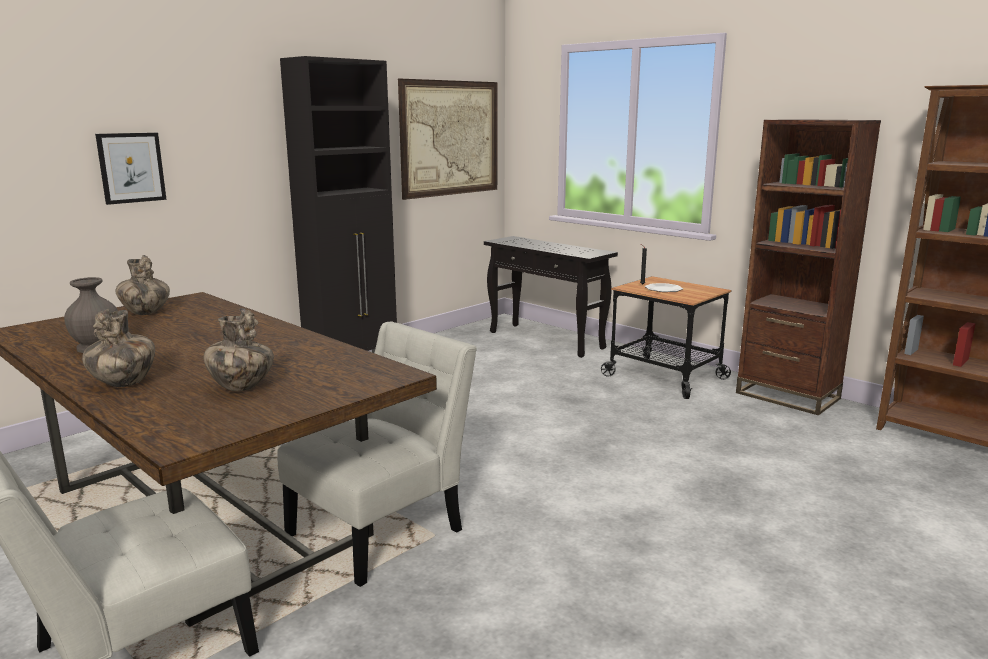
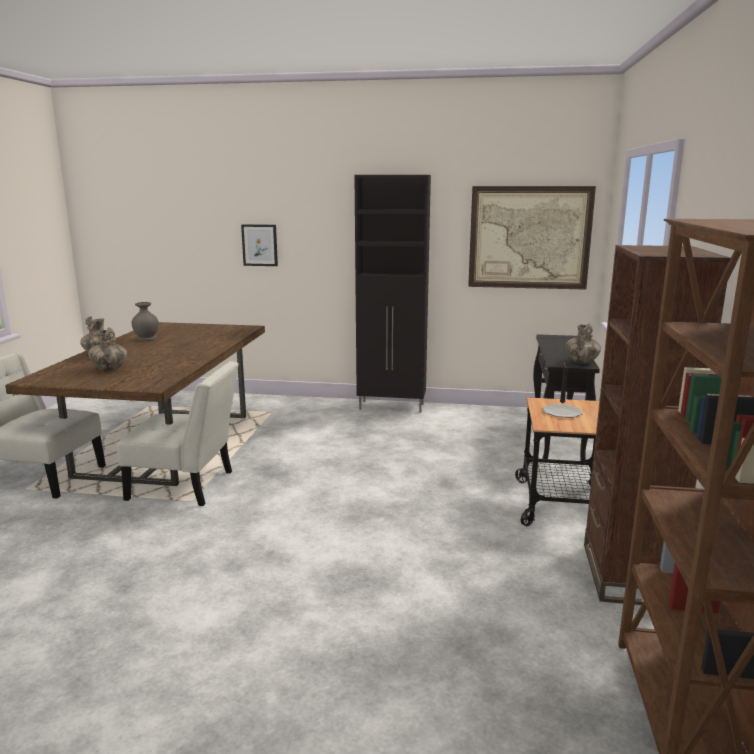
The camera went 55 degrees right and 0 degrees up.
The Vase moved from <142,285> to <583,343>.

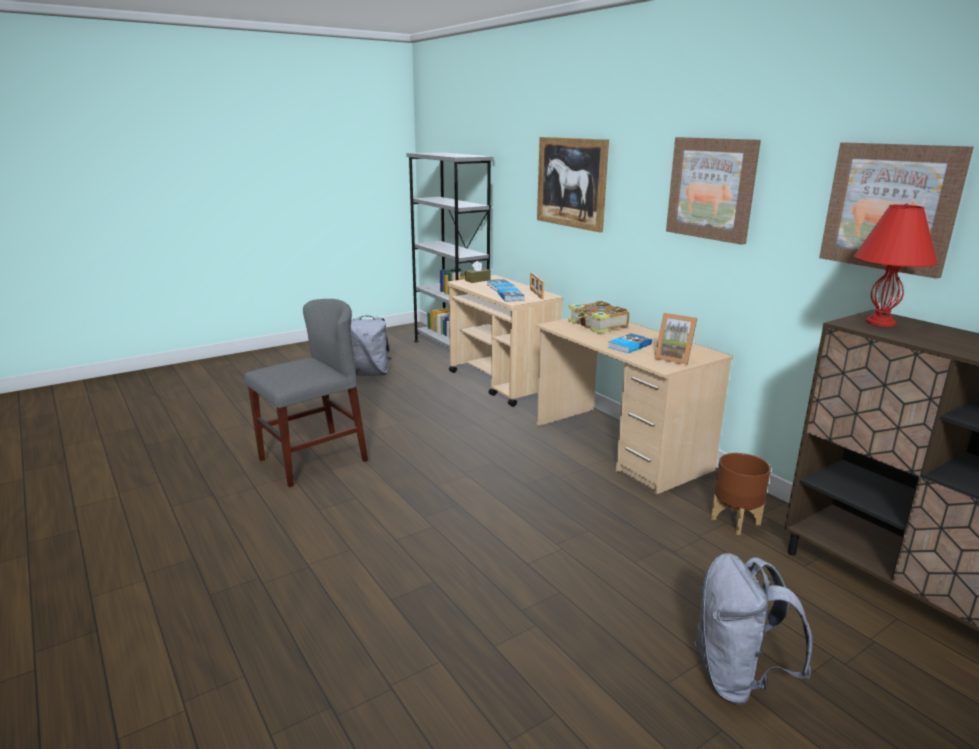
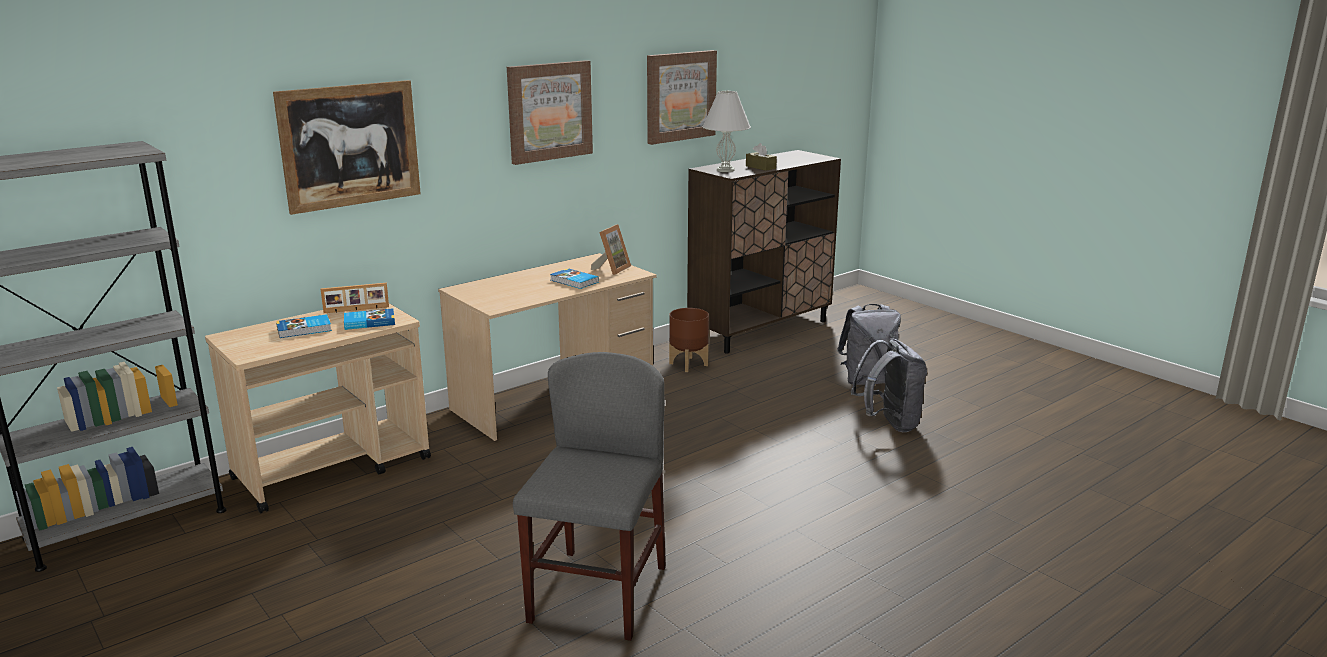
The camera went 95 degrees left and 0 degrees up.
The RedTableLamp at <896,265> became the WhiteTableLamp at <726,131>.
The BrownTissueBox moved from <478,272> to <761,157>.
The GreyChair at <306,393> turned 60 degrees clockwise.
The Book at <599,317> disappeared.
The GreyBackpack moved from <371,345> to <889,385>.

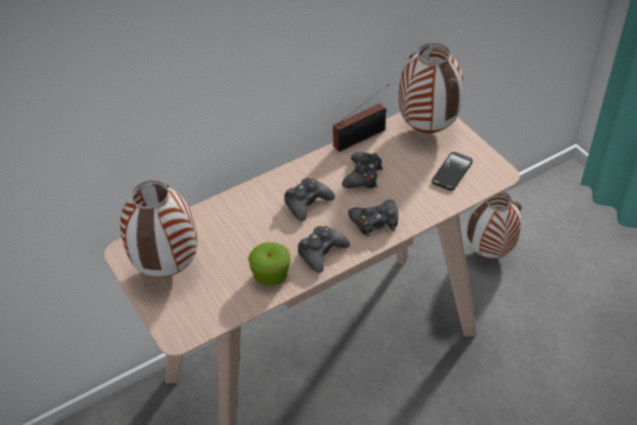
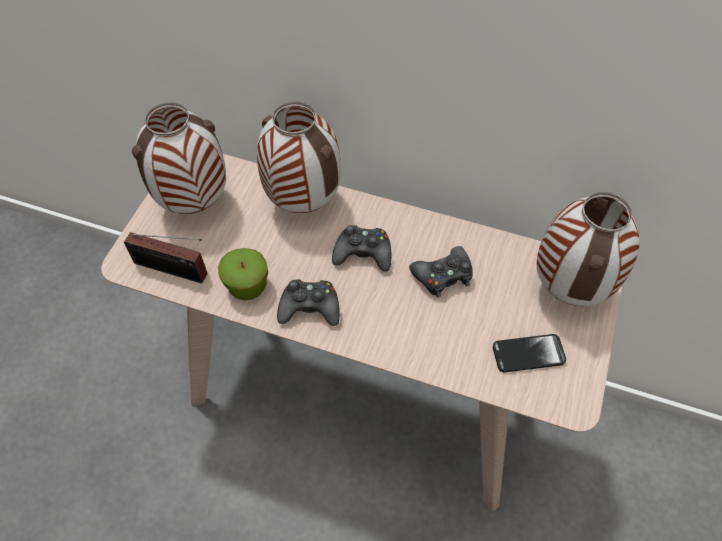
The camera went 50 degrees right and 10 degrees up.
The Radio moved from <361,118> to <166,257>.
The Vase moved from <494,225> to <299,157>.
The BlackGameController at <373,218> disappeared.

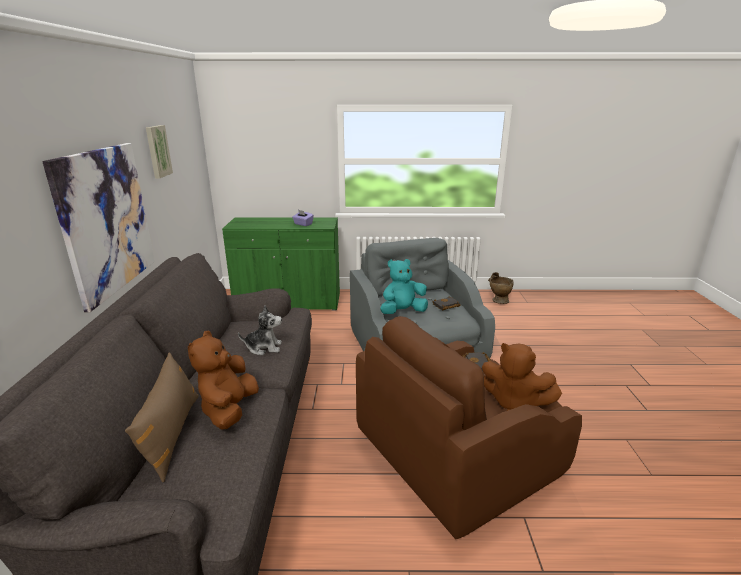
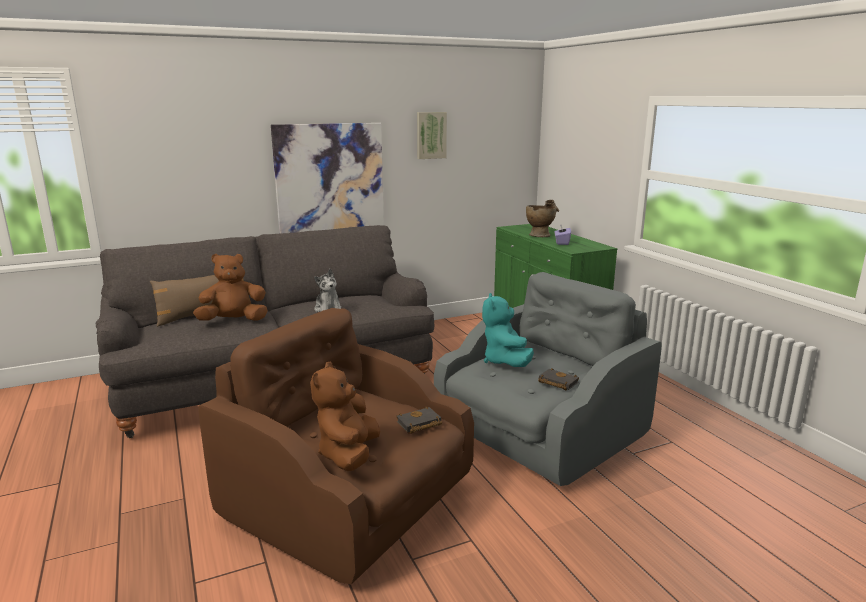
The camera went 65 degrees right and 5 degrees down.
The TurquoisePlushToy at <404,286> turned 135 degrees counterclockwise.
The BeigeVase moved from <501,288> to <542,218>.

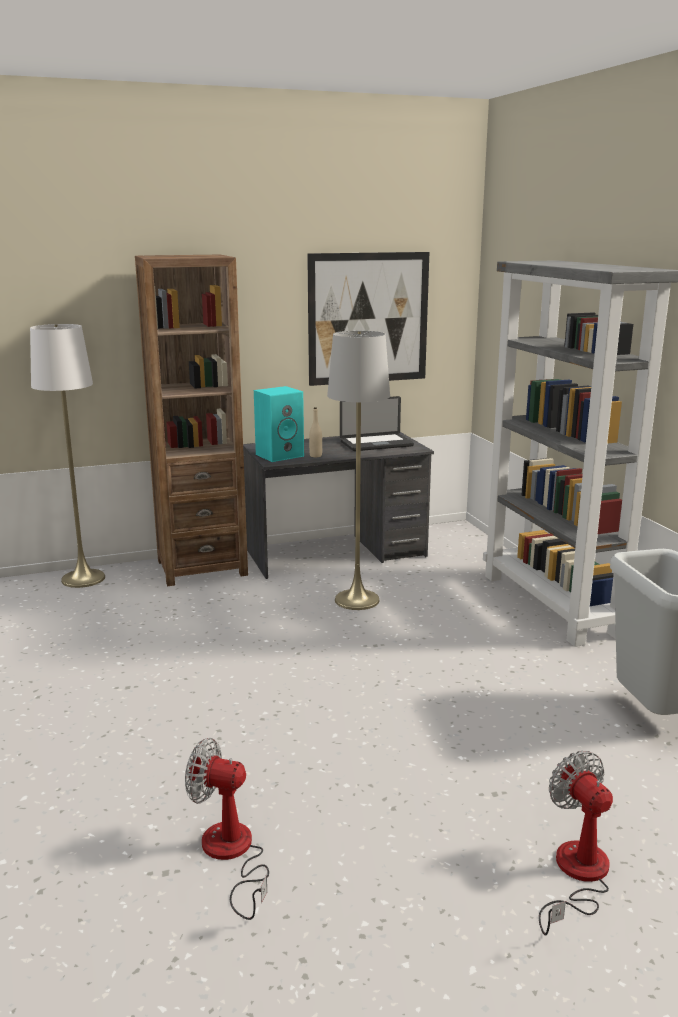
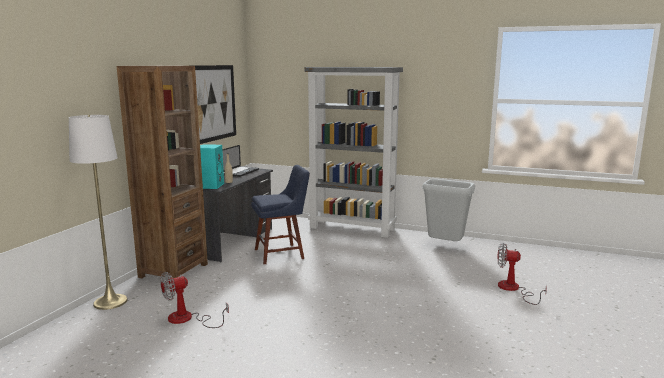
The camera went 50 degrees left and 5 degrees down.
The GreyFloorLamp at <358,470> was replaced by the BlueChair at <280,214>.
The Fan moved from <227,829> to <194,300>.

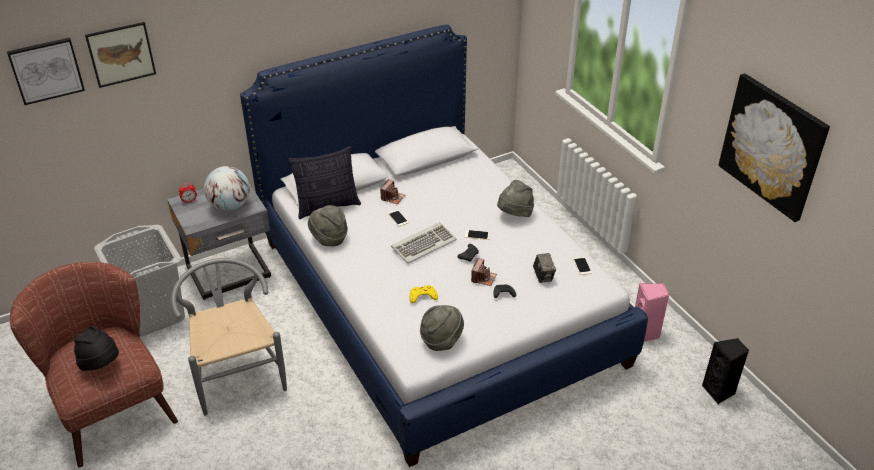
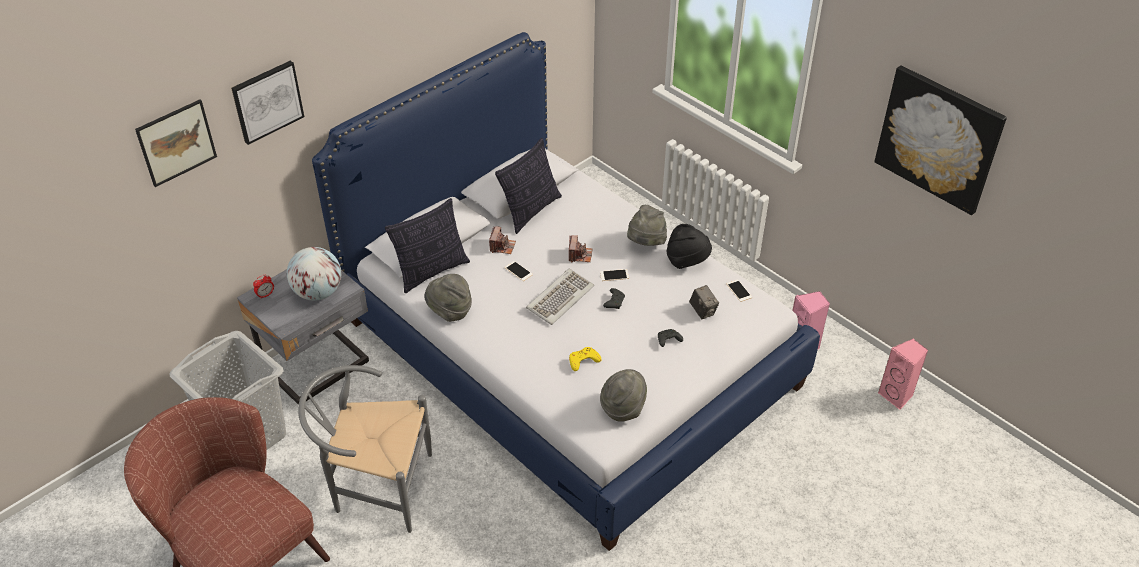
The camera went 15 degrees left and 5 degrees up.
The Picture moved from <46,71> to <267,103>.
The GreyChair at <229,337> turned 45 degrees counterclockwise.
The PhotoCamera moved from <484,272> to <580,248>.
The BlackHat moved from <96,348> to <689,246>.
The BlackSpeaker at <725,371> became the PinkSpeaker at <903,374>.
The Pillow at <528,186> appeared.

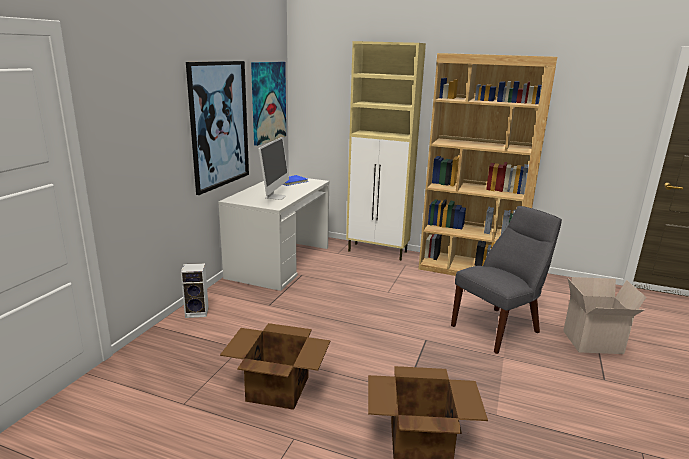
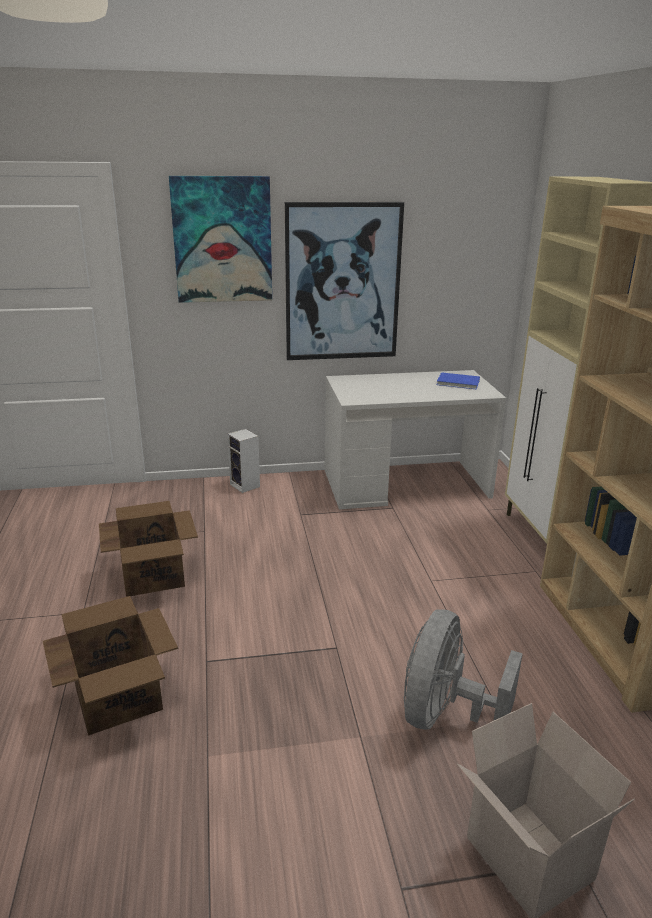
The camera went 60 degrees right and 5 degrees up.
The Picture moved from <268,104> to <220,239>.
The Monitor at <274,168> disappeared.
The GreyChair at <506,280> was replaced by the GreyFan at <463,669>.

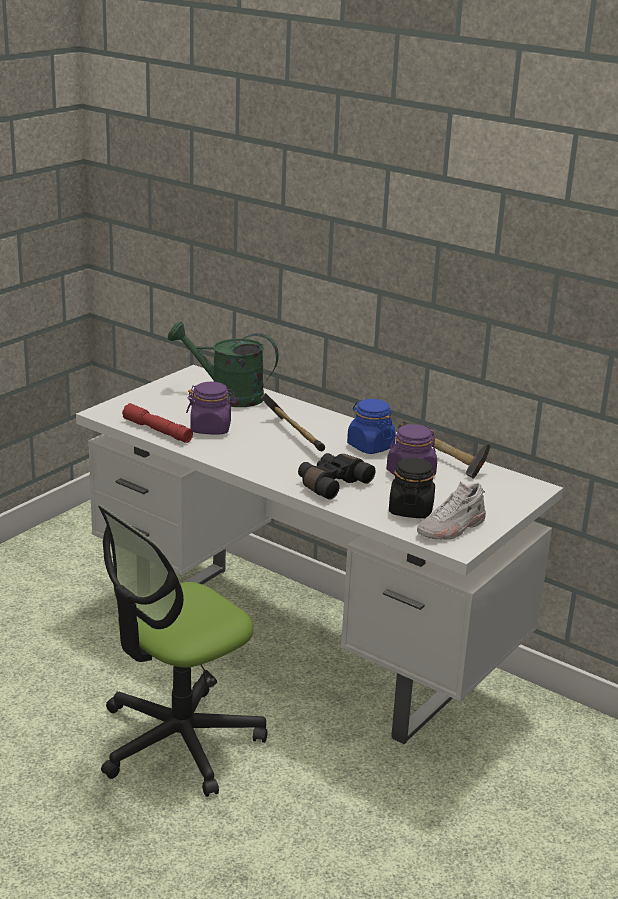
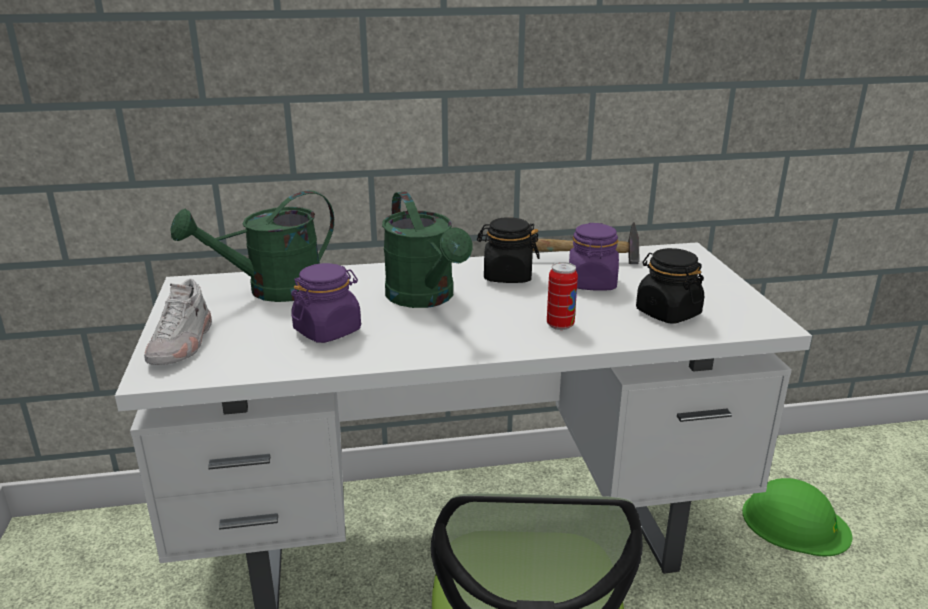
The camera went 45 degrees left and 0 degrees up.
The Hammer at <293,422> was replaced by the GreenWateringCan at <427,249>.
The BlueJar at <371,426> became the BlackJar at <508,250>.
The RedFlashlight at <157,423> disappeared.
The BlackBinoculars at <337,476> was replaced by the Can at <562,296>.
The WhiteShoe moved from <451,511> to <178,322>.
The GreenHardHat at <797,517> appeared.

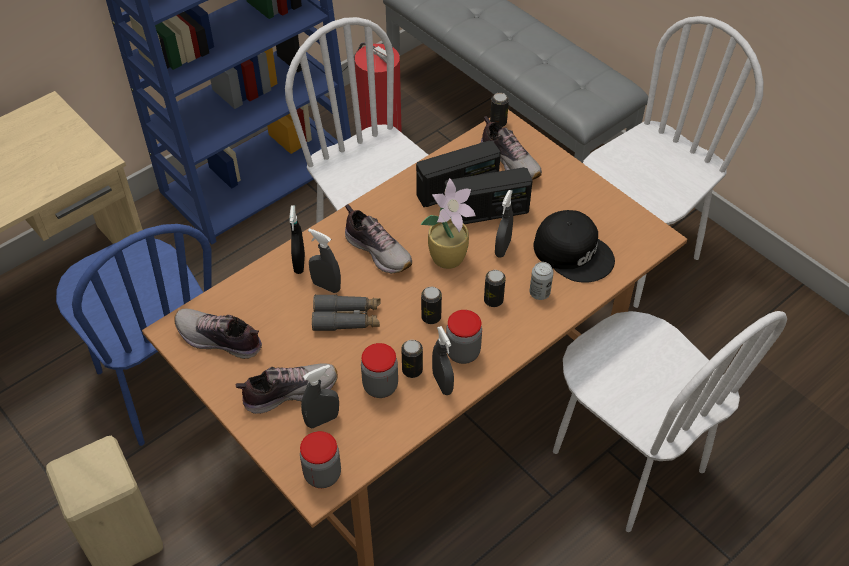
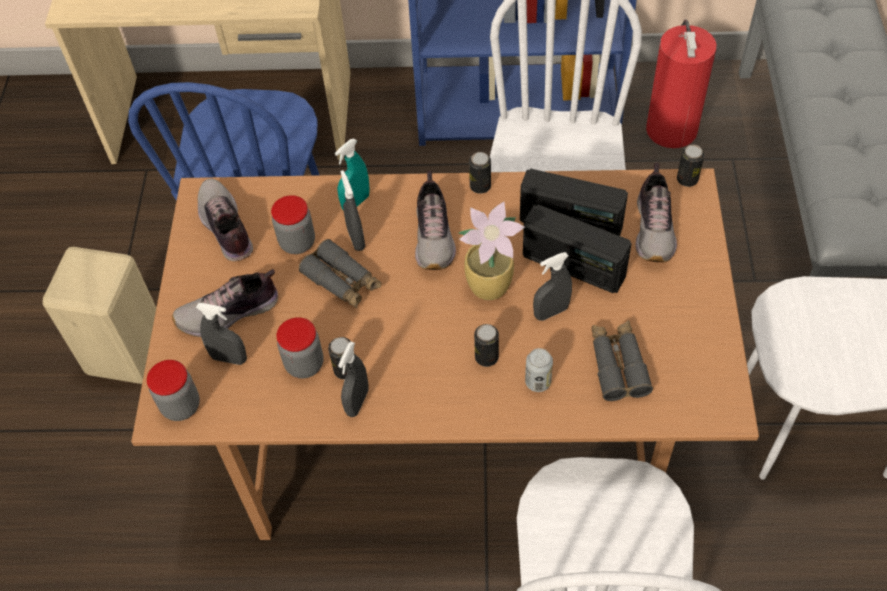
The camera went 45 degrees right and 5 degrees up.
The BlackSprayBottle at <297,239> became the TurquoiseSprayBottle at <352,174>.
The BlackCap at <574,246> was replaced by the GreyBinoculars at <622,361>.
The Can moved from <431,305> to <480,173>.
The Jar moved from <464,337> to <293,224>.
The Shoe at <286,389> turned 135 degrees clockwise.

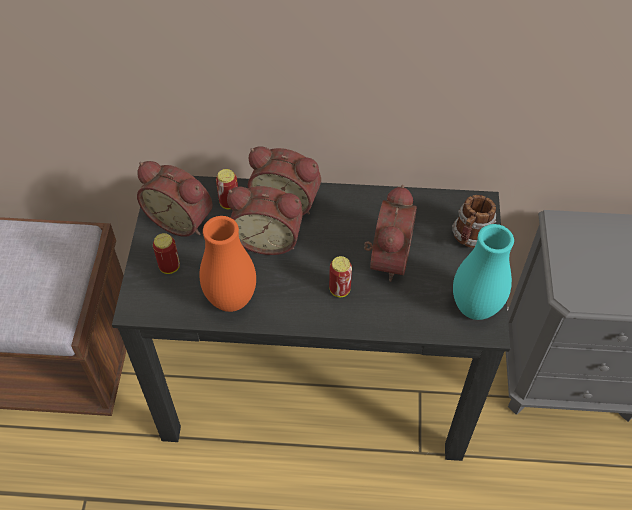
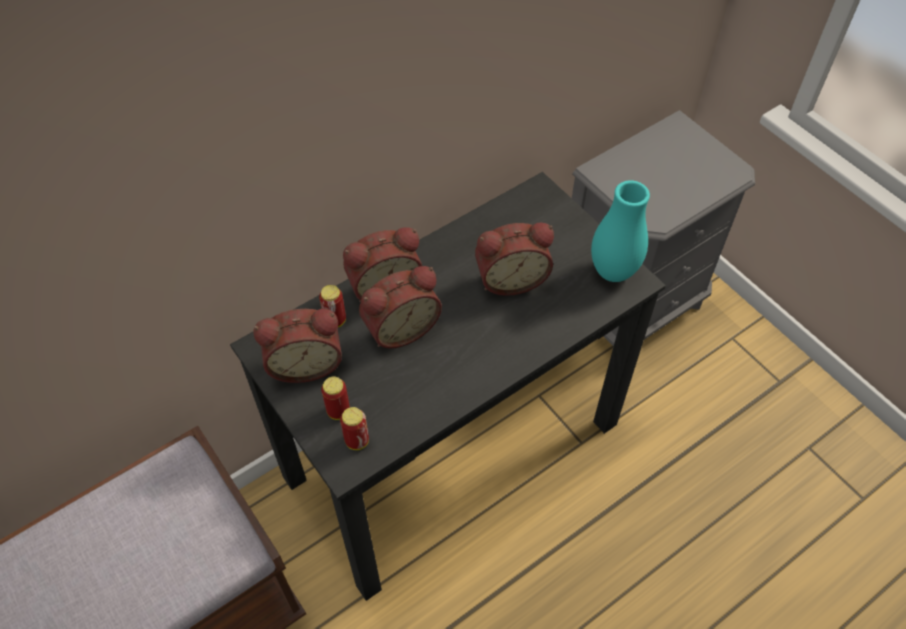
The camera went 40 degrees left and 0 degrees up.
The AlarmClock at <390,233> turned 105 degrees clockwise.
The Mug at <474,221> disappeared.
The OrangeVase at <227,264> disappeared.
The Can moved from <340,276> to <354,428>.

